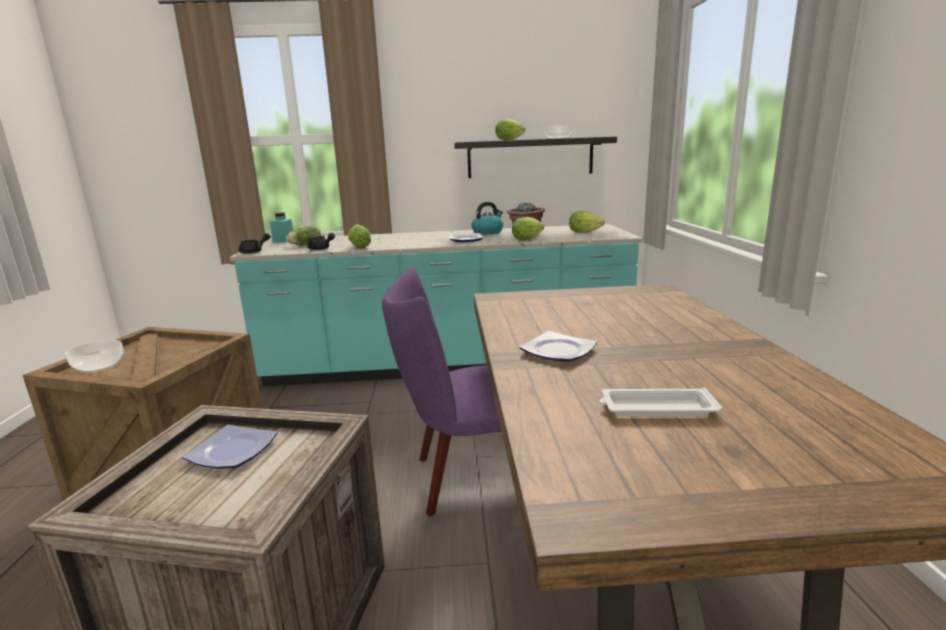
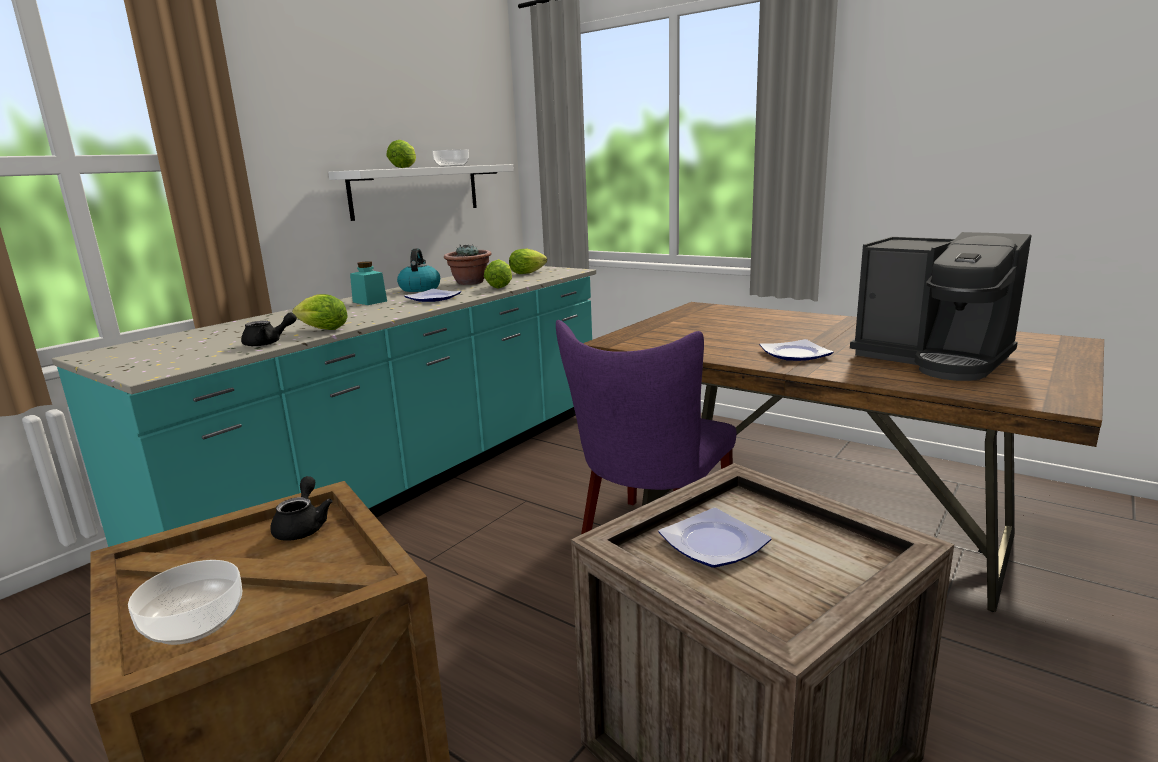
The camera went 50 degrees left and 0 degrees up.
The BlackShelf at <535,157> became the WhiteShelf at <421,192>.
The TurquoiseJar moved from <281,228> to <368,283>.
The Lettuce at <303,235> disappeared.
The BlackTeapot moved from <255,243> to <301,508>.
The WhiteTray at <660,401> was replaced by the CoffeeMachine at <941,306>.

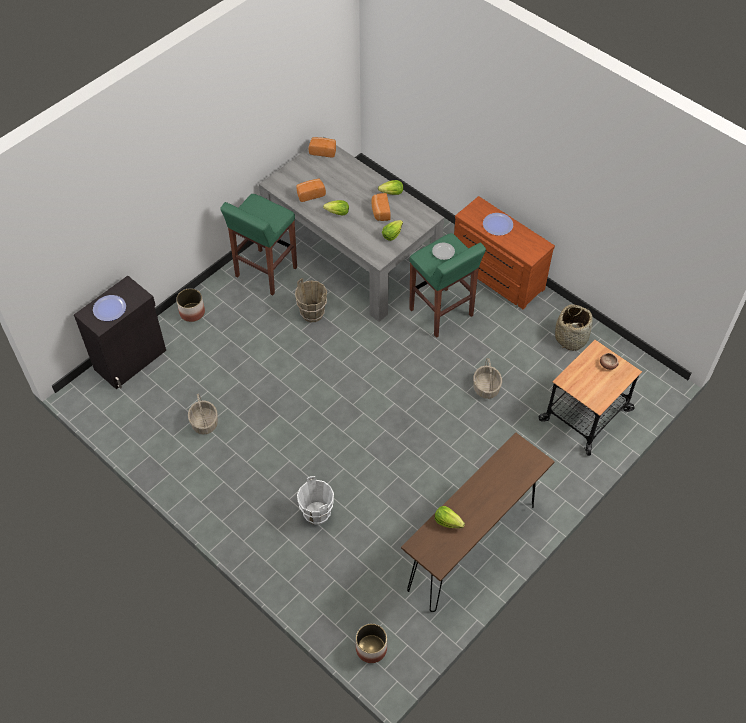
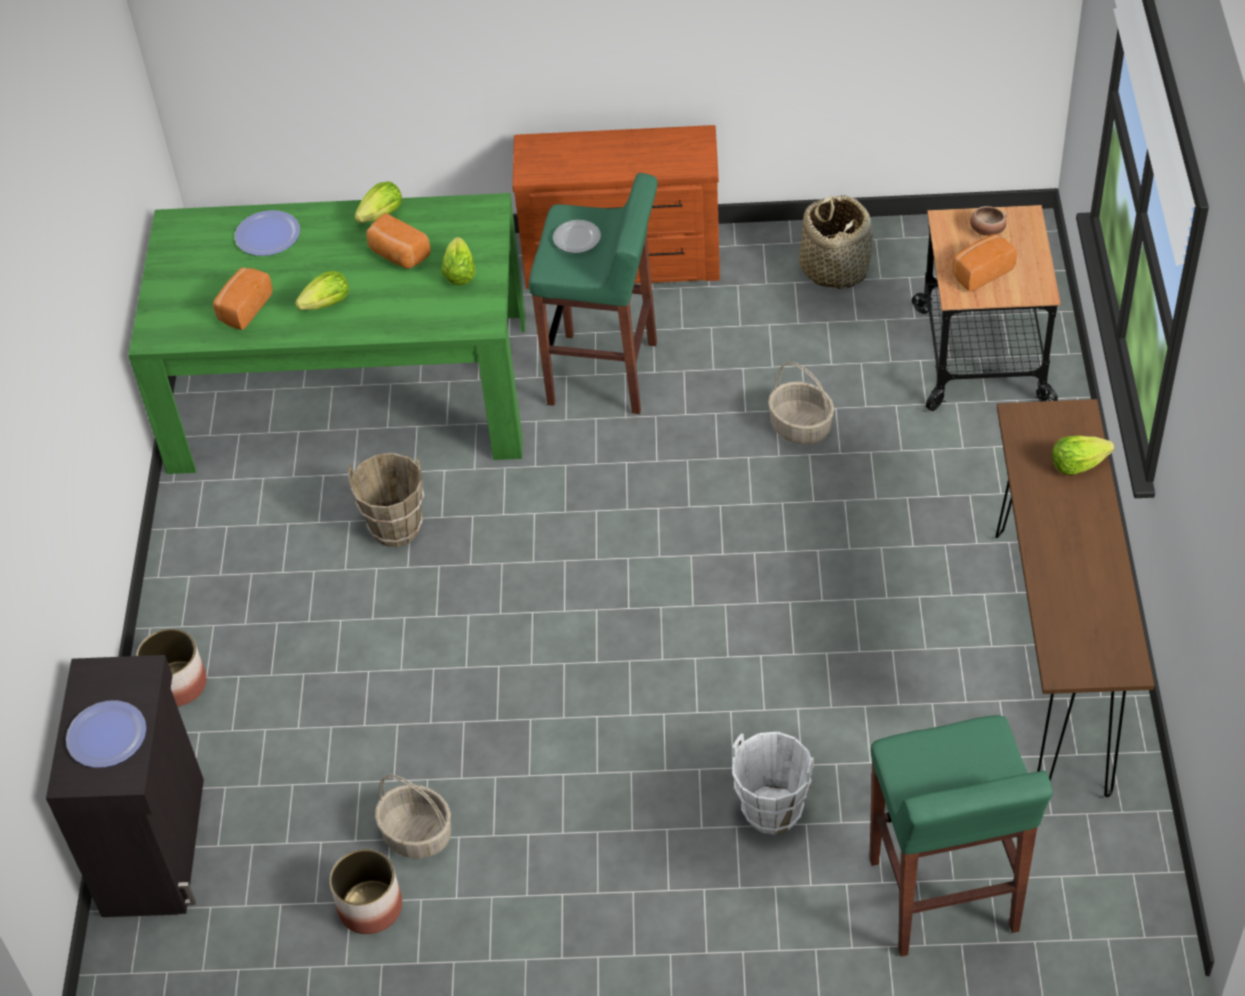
The camera went 40 degrees left and 5 degrees down.
The GreyDiningTable at <351,229> became the GreenDiningTable at <327,333>.
The Bread moved from <322,147> to <984,263>.
The GreenStool moved from <258,244> to <961,836>.
The Plate moved from <498,224> to <267,233>.
The Lettuce moved from <450,517> to <1083,455>.
The Planter moved from <371,643> to <366,891>.

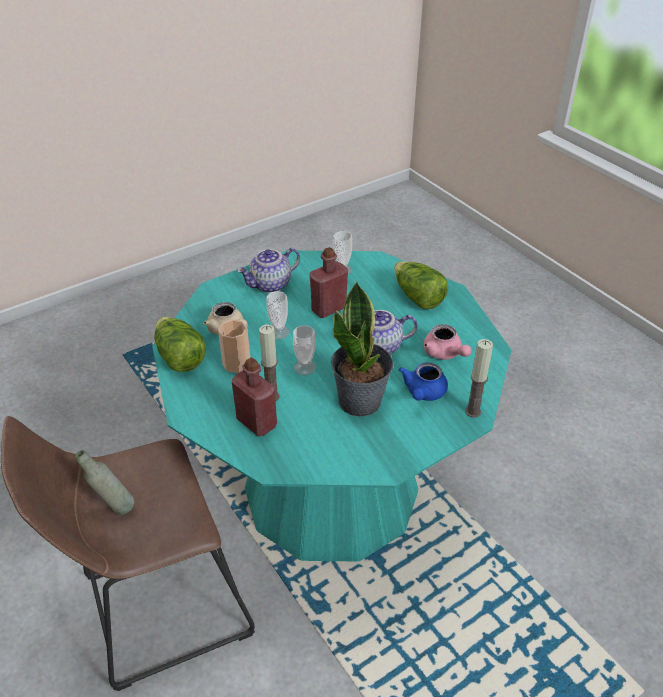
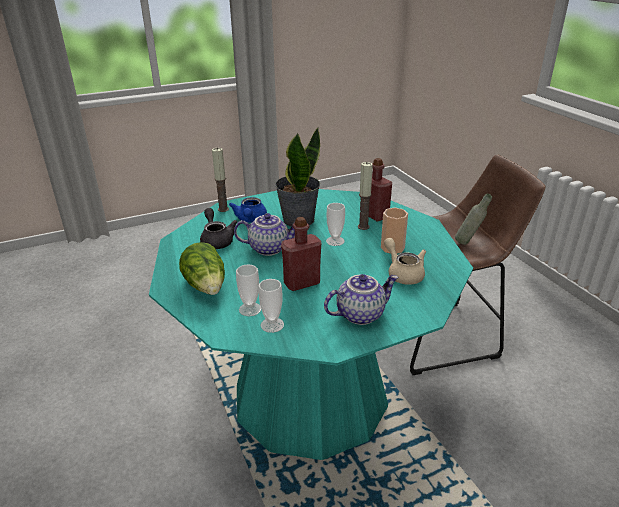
The camera went 170 degrees left and 10 degrees down.
The Cup moved from <277,315> to <248,290>.
The Lettuce at <180,344> disappeared.
The PinkTeapot at <447,342> became the GreyTeapot at <218,228>.
The BlueTeapot at <423,382> turned 150 degrees clockwise.

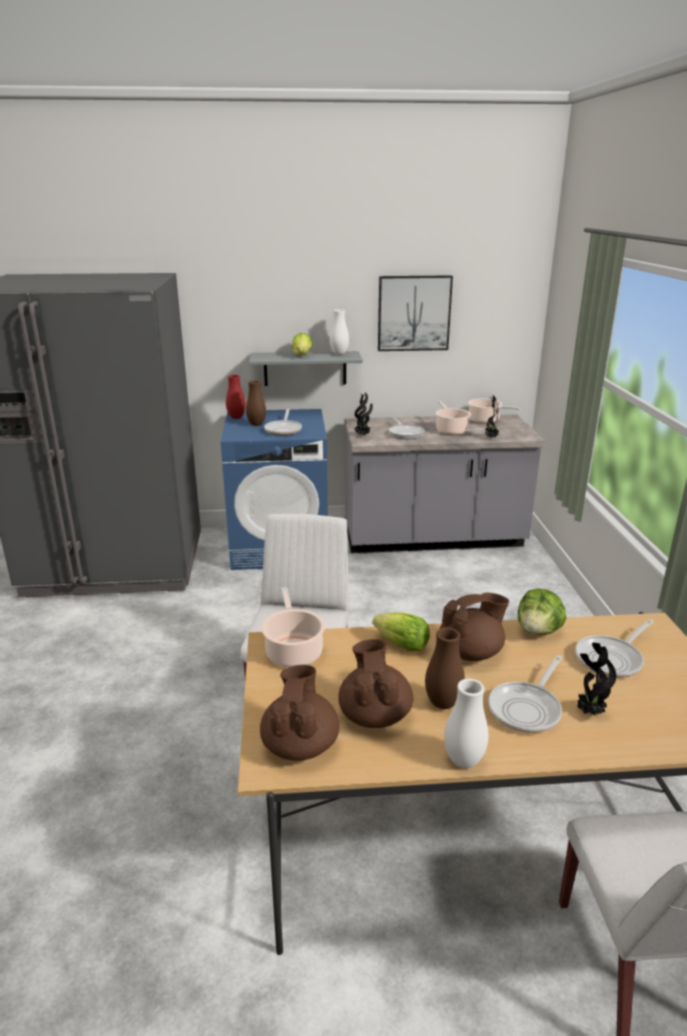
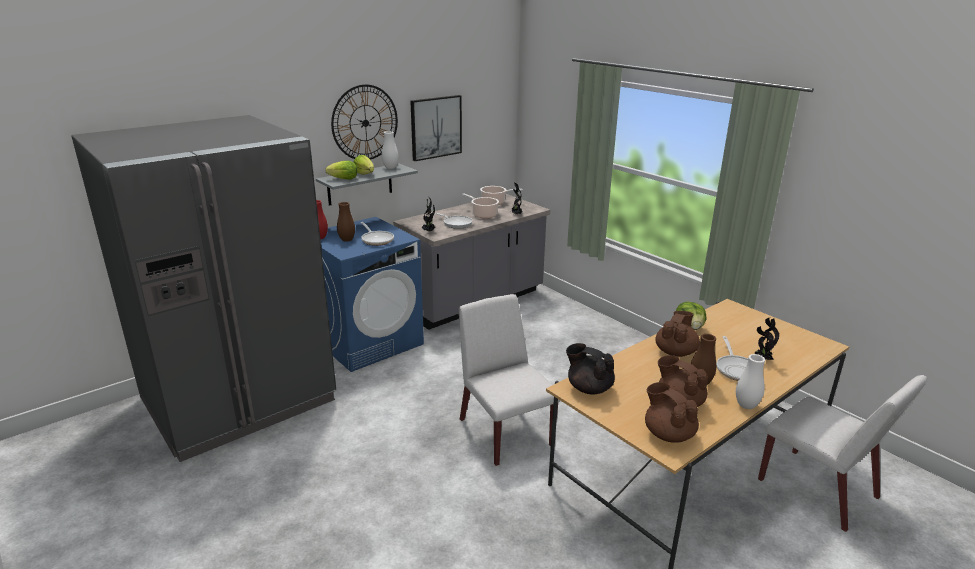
The camera went 35 degrees left and 0 degrees up.
The CookingPot at <293,627> was replaced by the BlackTeapot at <590,368>.
The Lettuce moved from <401,632> to <341,170>.
The FryingPan at <614,648> disappeared.
The WallClock at <364,122> appeared.

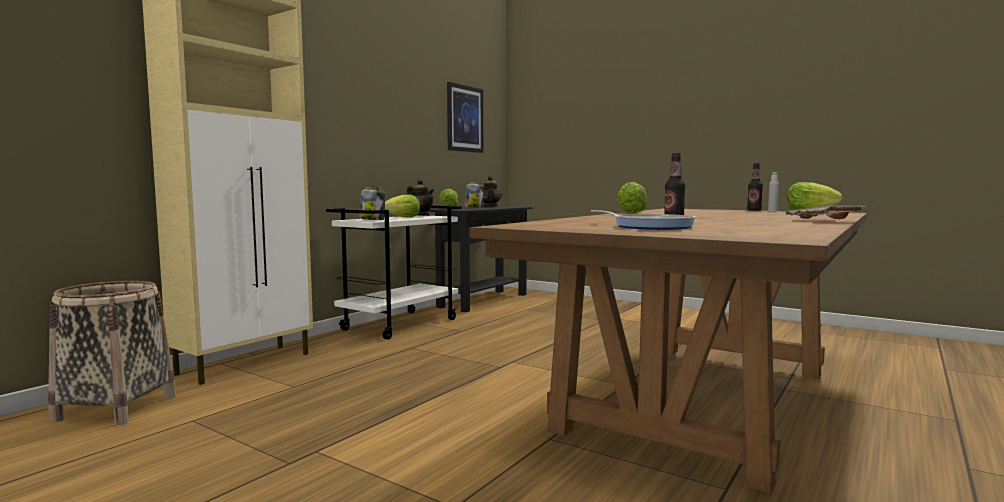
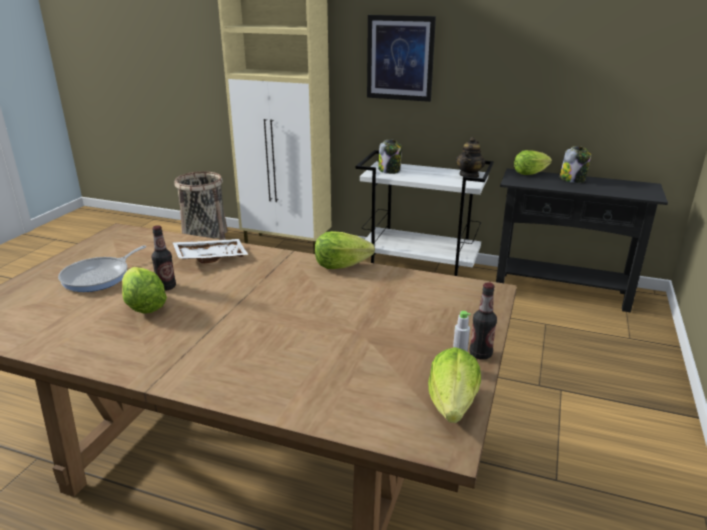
The camera went 75 degrees right and 20 degrees up.
The Picture moved from <465,117> to <401,58>.
The Teapot at <492,191> disappeared.
The Lettuce moved from <402,206> to <144,290>.
The WhiteTray moved from <821,212> to <210,251>.

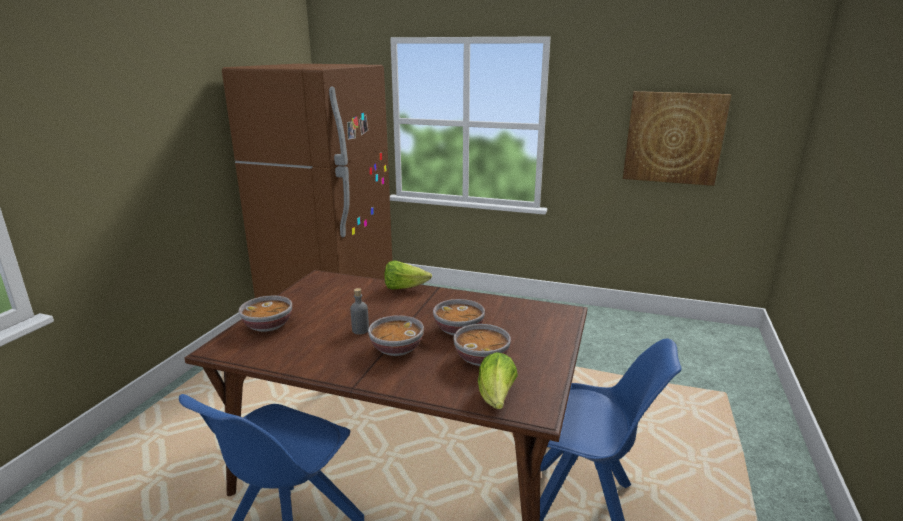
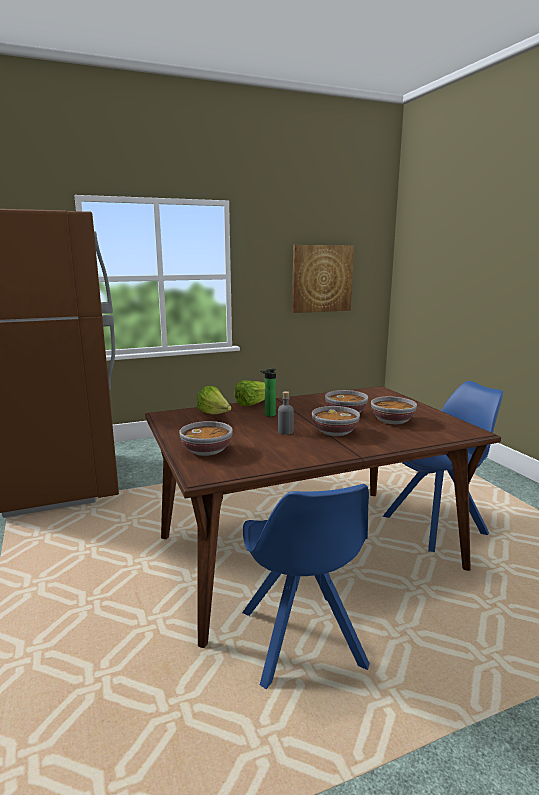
The camera went 40 degrees left and 5 degrees down.
The Lettuce moved from <498,380> to <214,400>.
The Bottle at <268,393> appeared.

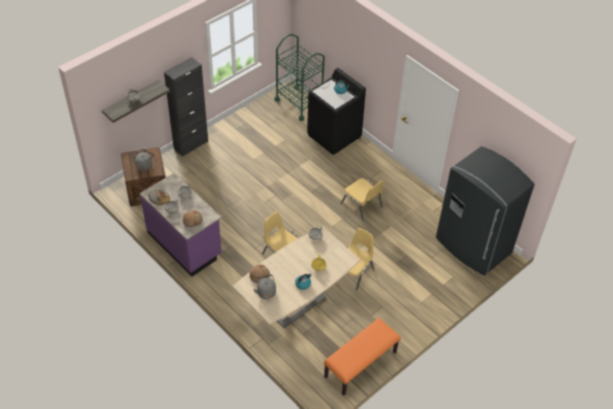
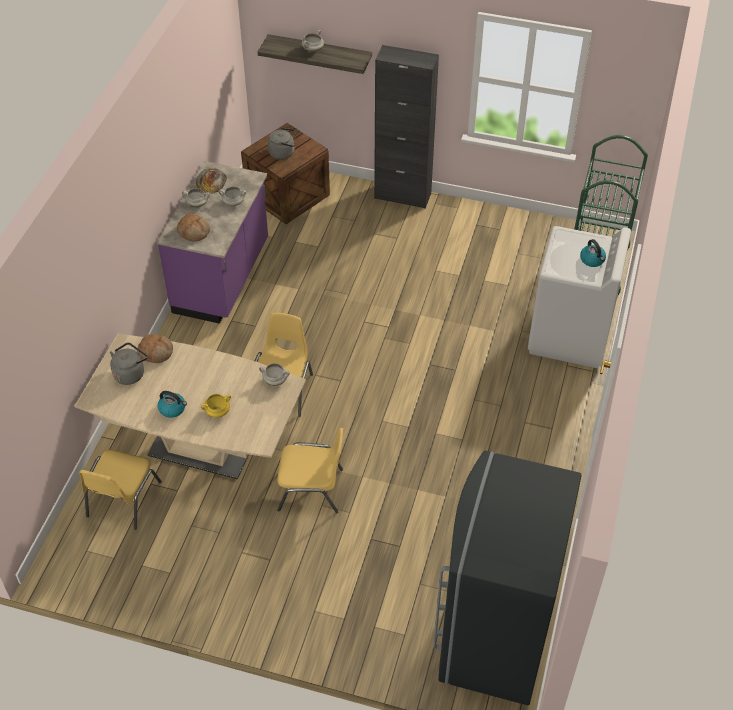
The camera went 60 degrees right and 0 degrees up.
The BlackWashingMachine at <336,111> became the WhiteWashingMachine at <579,297>.
The YellowChair moved from <362,199> to <120,490>.
The OrangeBench at <362,357> disappeared.

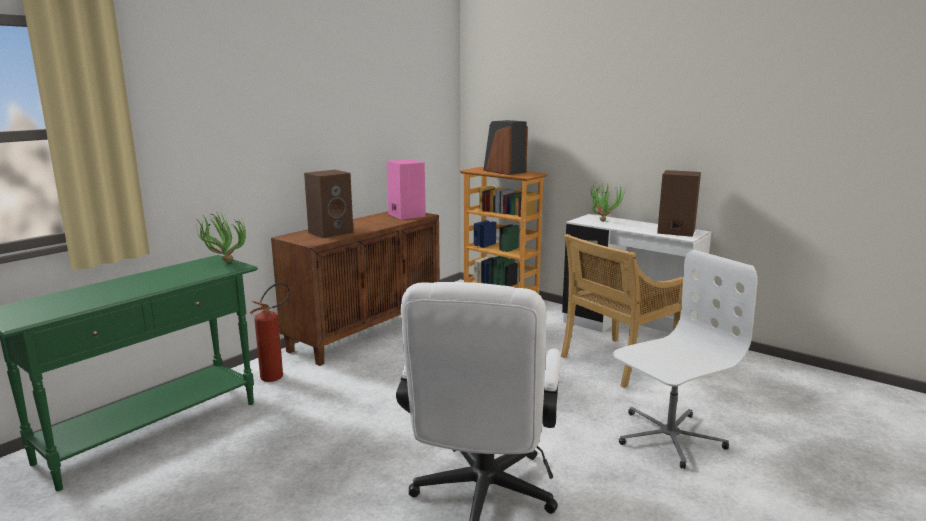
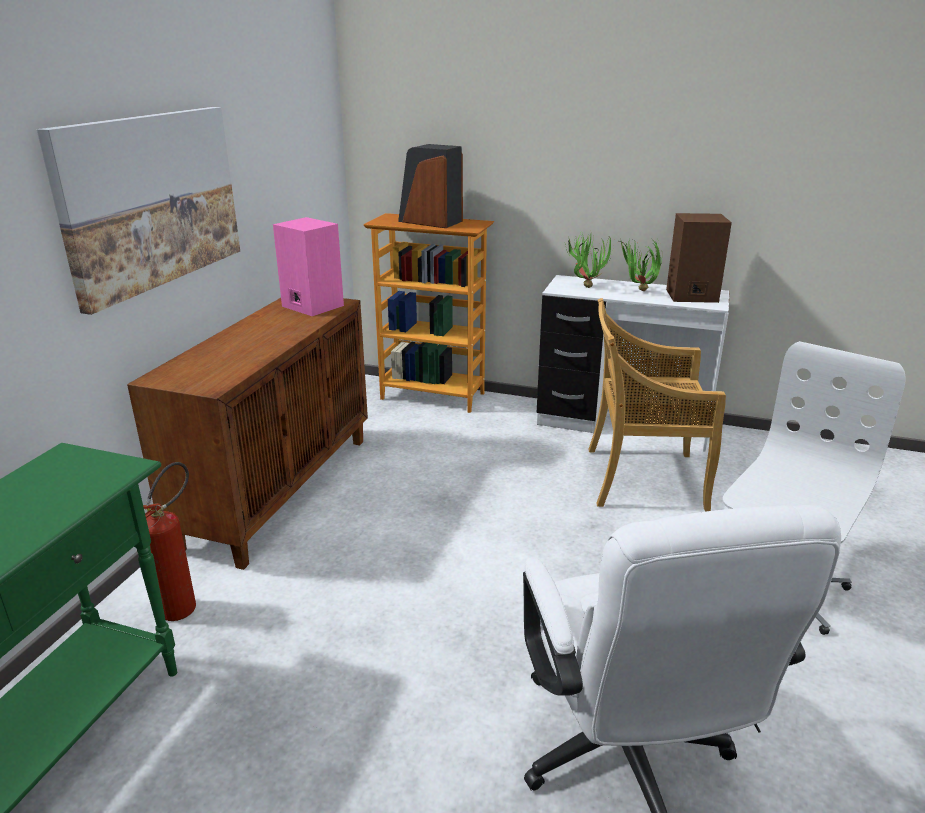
The camera went 20 degrees left and 10 degrees up.
The BrownSpeaker at <328,204> disappeared.
The PottedPlant moved from <221,237> to <640,265>.
The BeigeChair at <622,311> turned 60 degrees clockwise.
The Picture at <138,211> appeared.

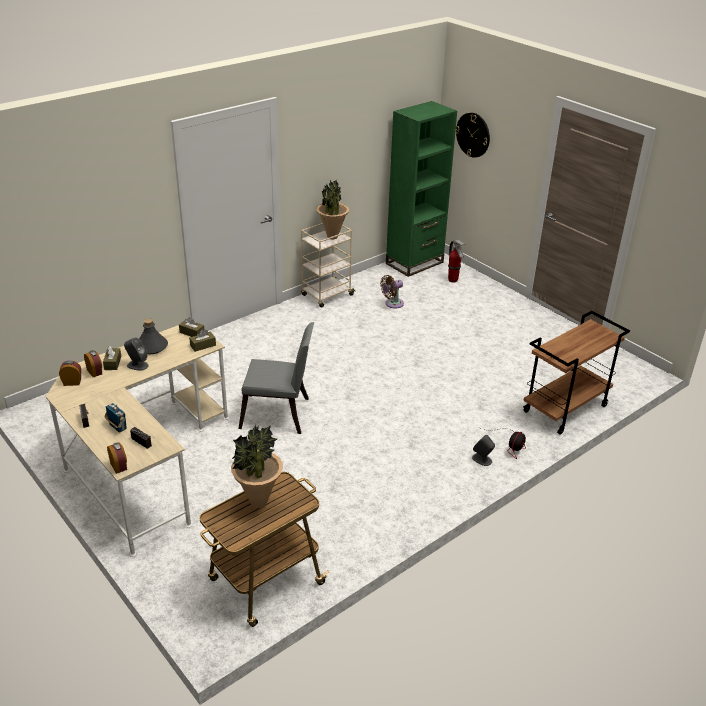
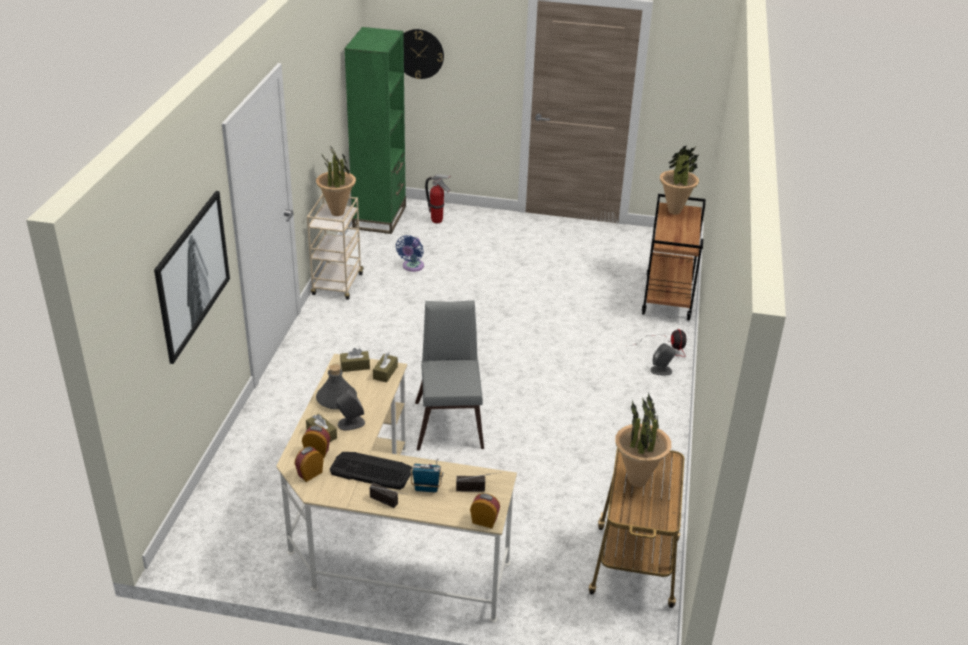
The camera went 40 degrees left and 0 degrees up.
The BrownFan at <392,292> became the BlueFan at <410,253>.
The GreyChair at <276,378> turned 60 degrees counterclockwise.
The PottedPlant at <679,179> appeared.
The Picture at <192,277> appeared.
The Keyboard at <371,471> appeared.

